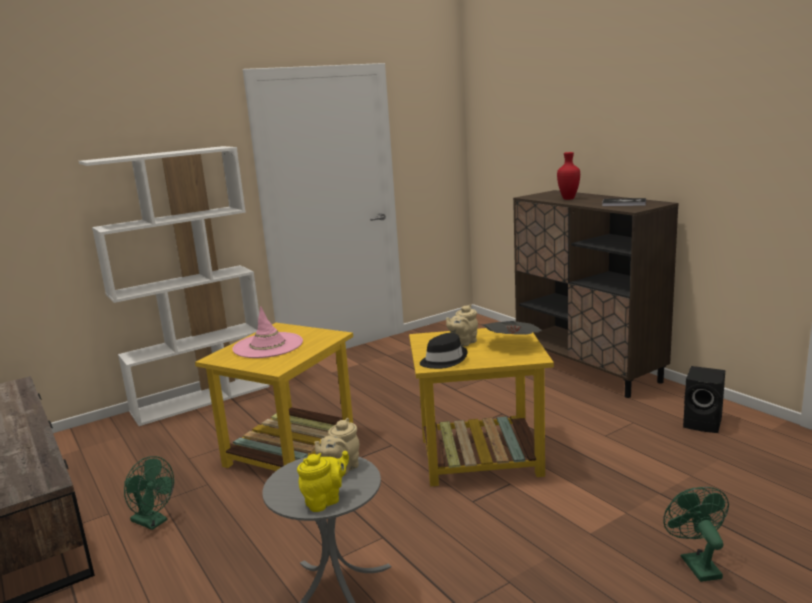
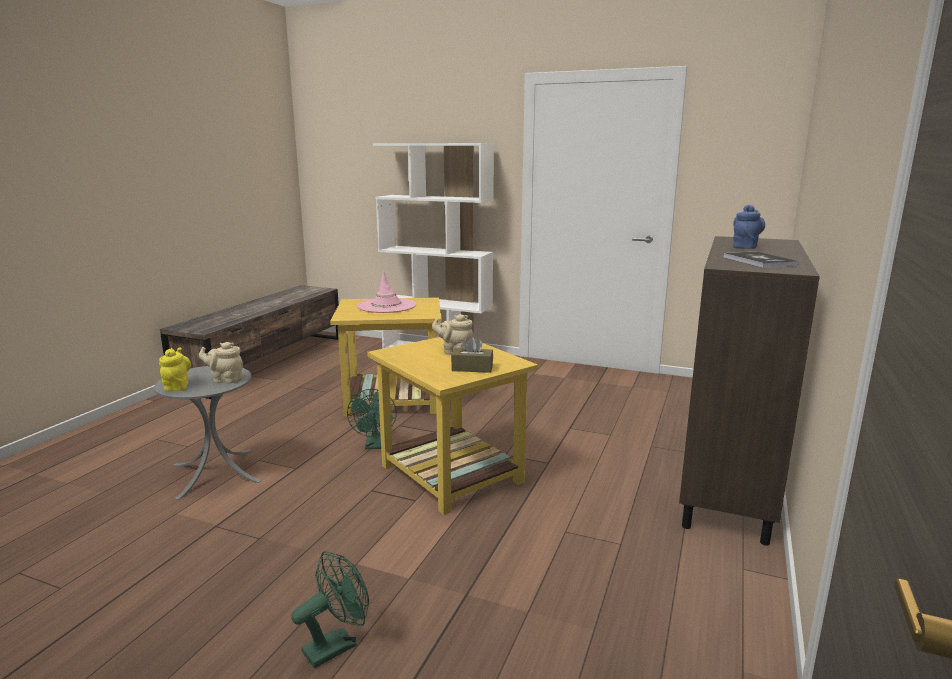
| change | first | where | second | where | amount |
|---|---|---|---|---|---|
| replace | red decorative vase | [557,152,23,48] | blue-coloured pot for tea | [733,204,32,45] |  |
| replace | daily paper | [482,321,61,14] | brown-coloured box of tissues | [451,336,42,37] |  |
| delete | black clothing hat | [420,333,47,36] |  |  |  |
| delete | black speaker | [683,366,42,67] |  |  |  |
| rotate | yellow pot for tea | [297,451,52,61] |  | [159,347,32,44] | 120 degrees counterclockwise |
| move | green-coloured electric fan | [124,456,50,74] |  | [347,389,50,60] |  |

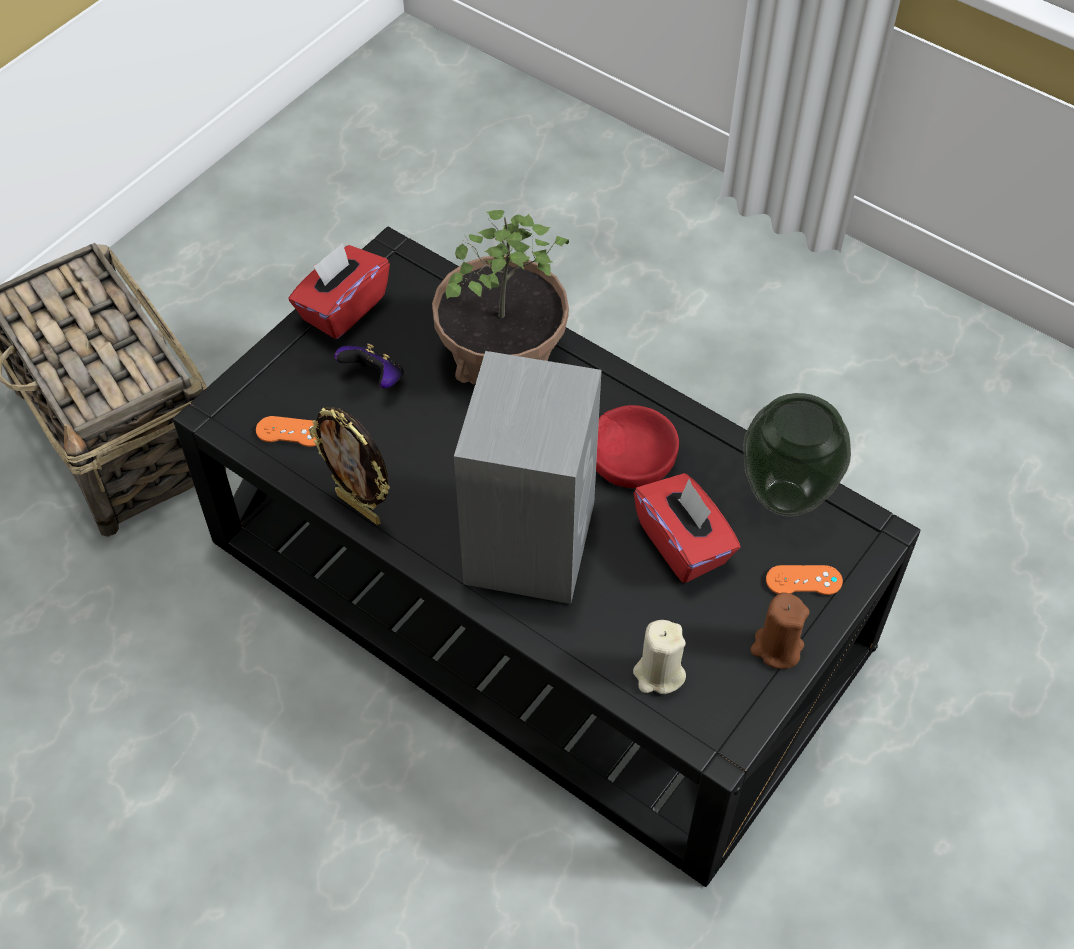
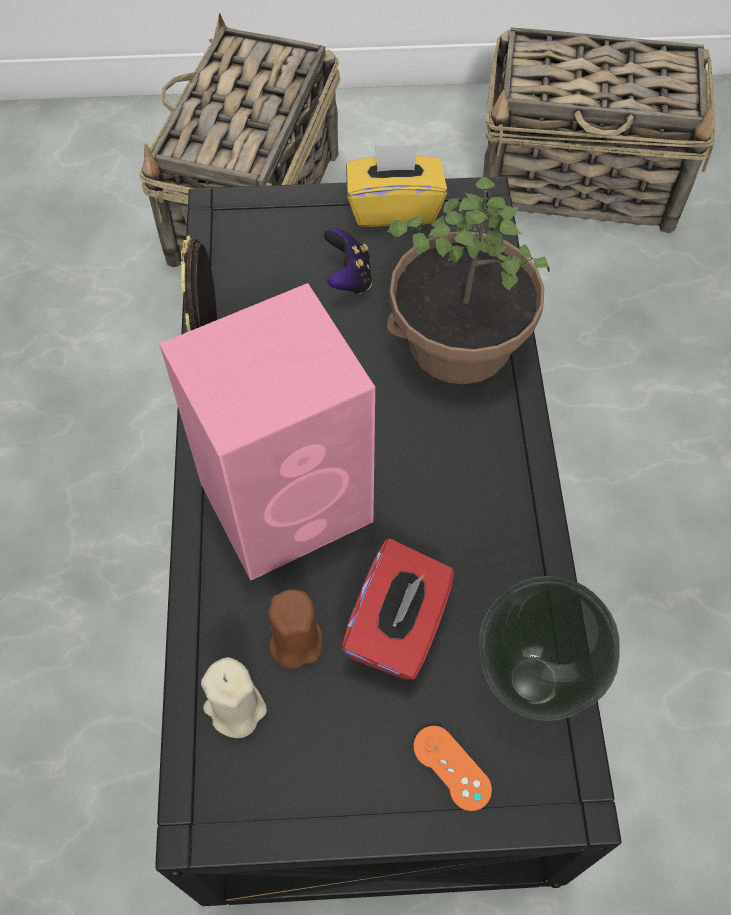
| change | first | where | second | where | amount |
|---|---|---|---|---|---|
| recolor | red box of tissues | [288,243,102,96] | yellow box of tissues | [346,144,101,83] |  |
| recolor | grey speaker | [454,351,147,253] | pinkish speaker | [159,283,216,298] |  |
| delete | red serving bowl | [596,405,83,83] |  |  |  |
| delete | orange-coloured joypad | [256,416,61,31] |  |  |  |
| move | brown-coloured wax candle | [751,592,58,77] |  | [268,589,54,80] |  |
| insert |  |  | storage basket | [483,27,233,207] |  |

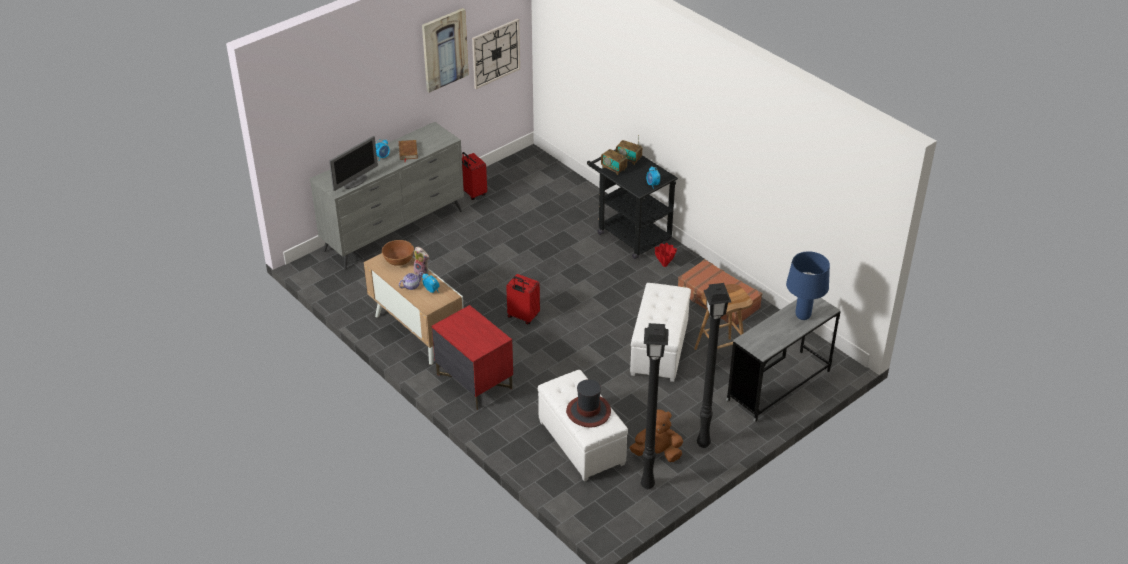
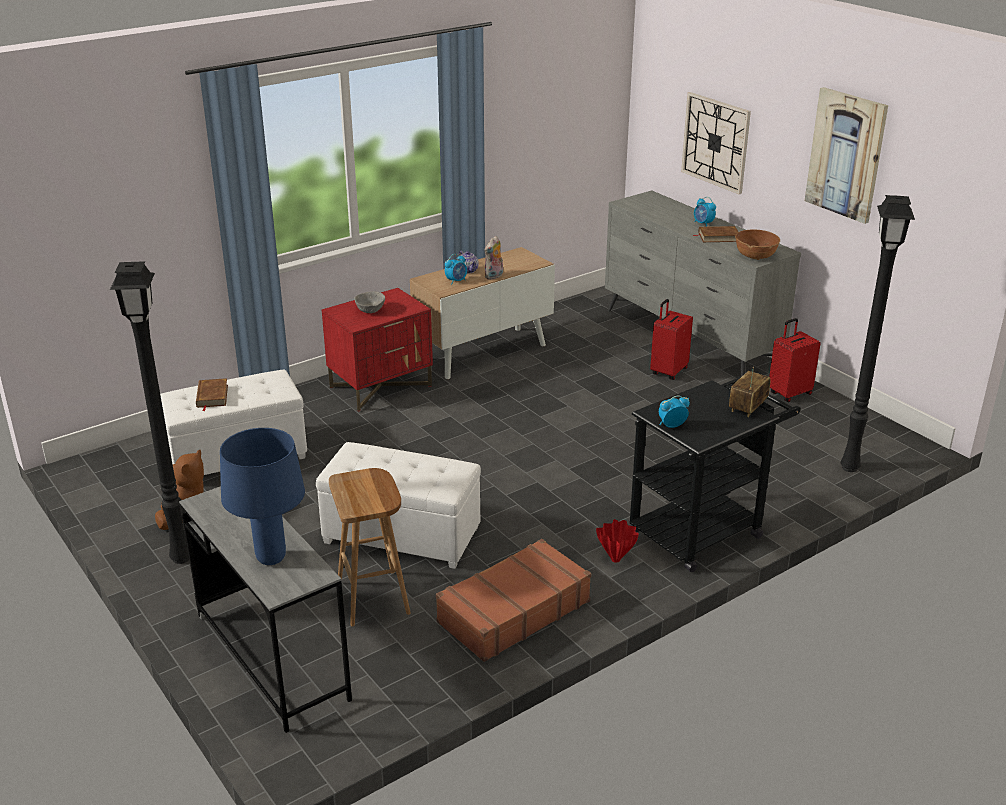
| change | first | where | second | where | amount |
|---|---|---|---|---|---|
| move | clock on the wall | [472,19,48,70] |  | [681,92,70,102] |  |
| delete | computer display | [329,136,49,55] |  |  |  |
| delete | radio | [601,149,26,26] |  |  |  |
| move | brown-coloured serving bowl | [382,240,32,26] |  | [735,229,45,31] |  |
| move | red suitcase | [506,274,34,50] |  | [650,299,43,81] |  |
| move | black floor lamp | [640,323,29,166] |  | [840,195,75,277] |  |
| replace | clothing hat | [566,379,45,48] | brown-coloured book | [196,378,32,33] |  |
| insert |  |  | grey serving bowl | [354,291,31,22] |  |

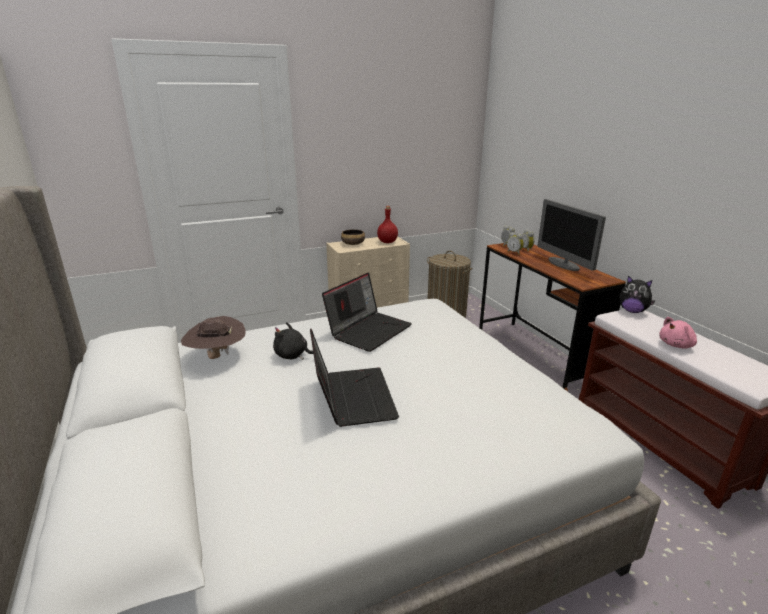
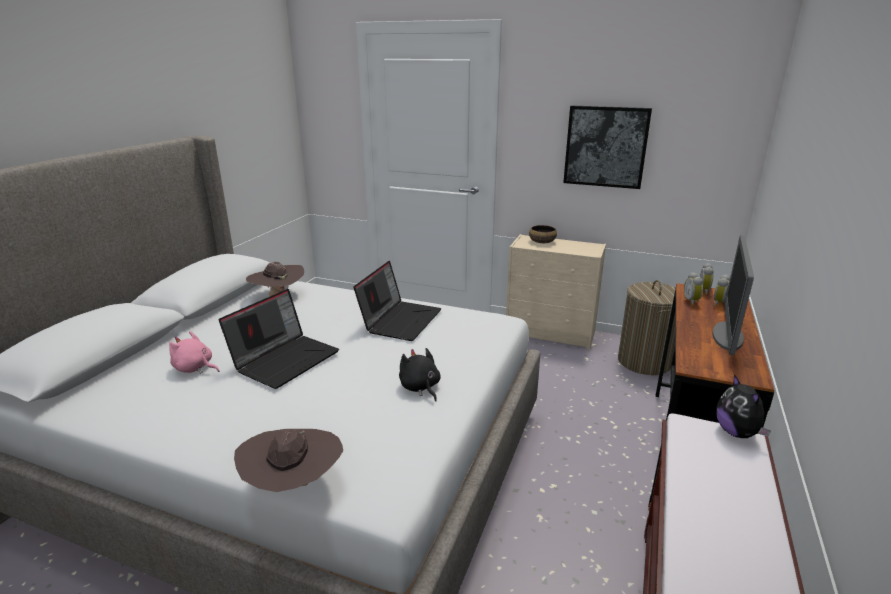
| change | first | where | second | where | amount |
|---|---|---|---|---|---|
| delete | red bottle | [377,206,21,37] |  |  |  |
| rotate | notebook computer | [322,272,90,80] |  | [353,261,89,80] | 60 degrees counterclockwise |
| move | pinkish plush toy | [659,317,38,31] |  | [169,331,50,43] |  |
| move | black plush toy | [273,322,40,38] |  | [399,348,42,54] |  |
| insert |  |  | picture | [563,105,89,84] |  |
| insert |  |  | brown-coloured clothing hat | [234,429,109,63] |  |

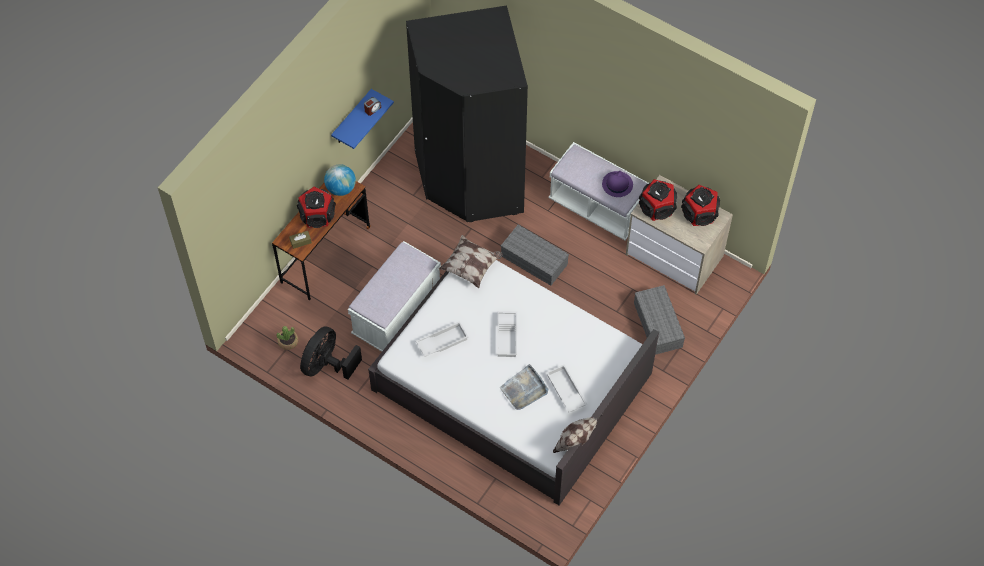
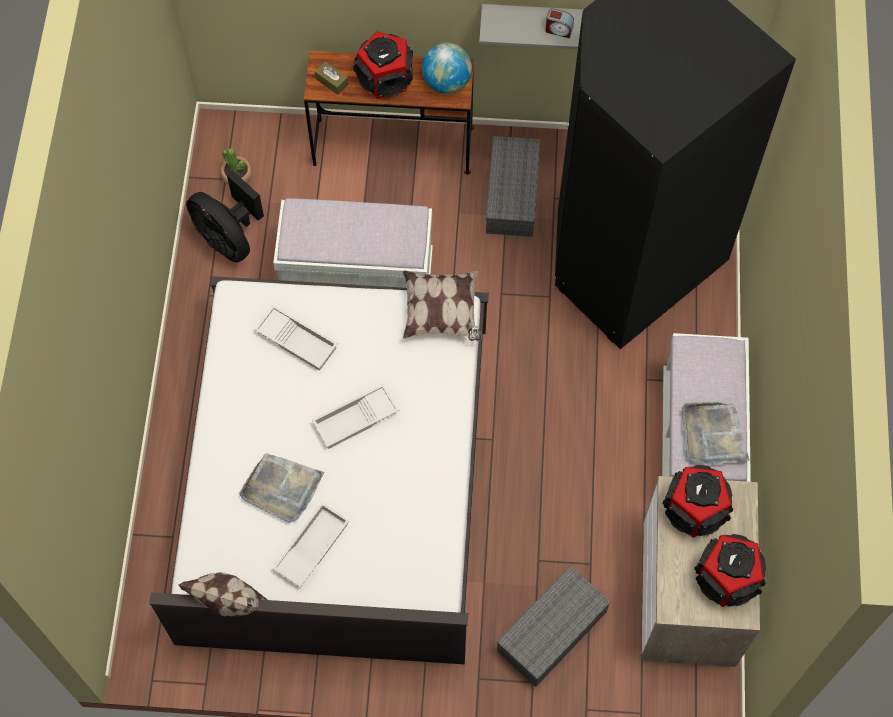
| change | first | where | second | where | amount |
|---|---|---|---|---|---|
| recolor | blue-coloured shelf | [331,89,63,60] | grey shelf | [479,4,105,45] |  |
| replace | purple-coloured clothing hat | [602,171,31,26] | grey carrying tray | [682,402,68,62] |  |
| move | grey storage box | [501,224,68,62] |  | [486,136,54,101] |  |
| rotate | black electric fan | [300,326,62,54] |  | [186,170,78,93] | 135 degrees counterclockwise |

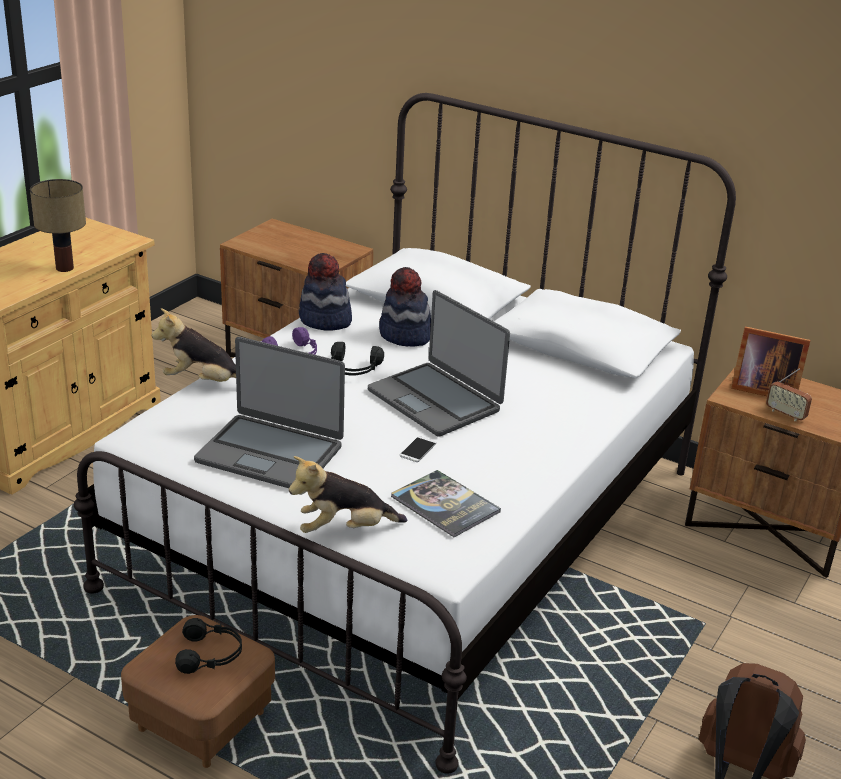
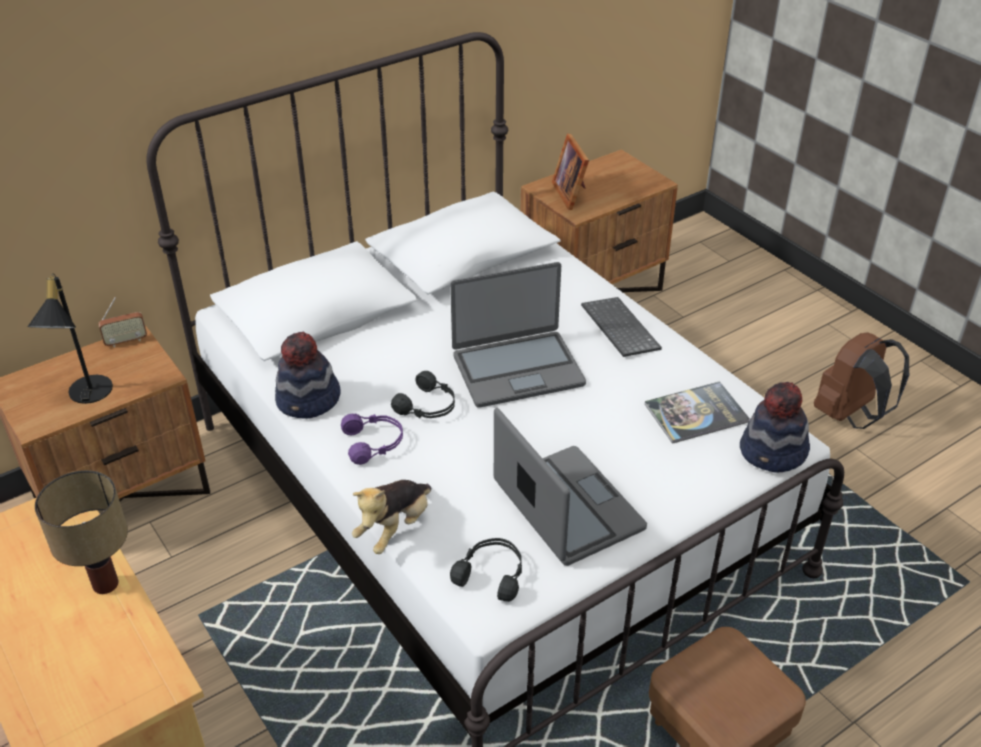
| change | first | where | second | where | amount |
|---|---|---|---|---|---|
| move | clothing hat | [379,267,52,80] |  | [740,382,70,91] |  |
| rotate | photo frame | [731,326,79,70] |  | [552,133,37,77] | 120 degrees clockwise |
| rotate | notebook computer | [194,337,151,151] |  | [494,408,153,158] | 75 degrees counterclockwise |
| move | radio | [766,368,46,53] |  | [98,297,49,50] |  |
| delete | phone | [400,436,37,26] |  |  |  |
| delete | plush toy | [289,456,118,77] |  |  |  |
| move | black headset | [175,618,67,56] |  | [450,538,72,64] |  |
| insert |  |  | black lamp for a table | [27,273,86,131] |  |
| insert |  |  | PC keyboard | [581,297,81,60] |  |

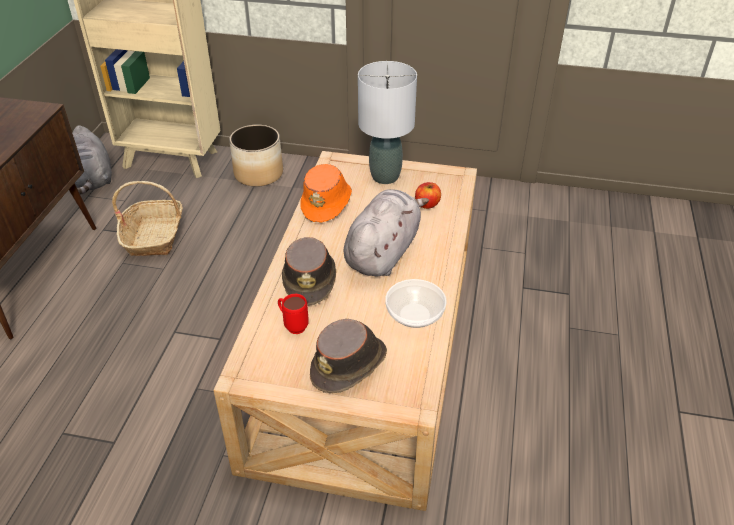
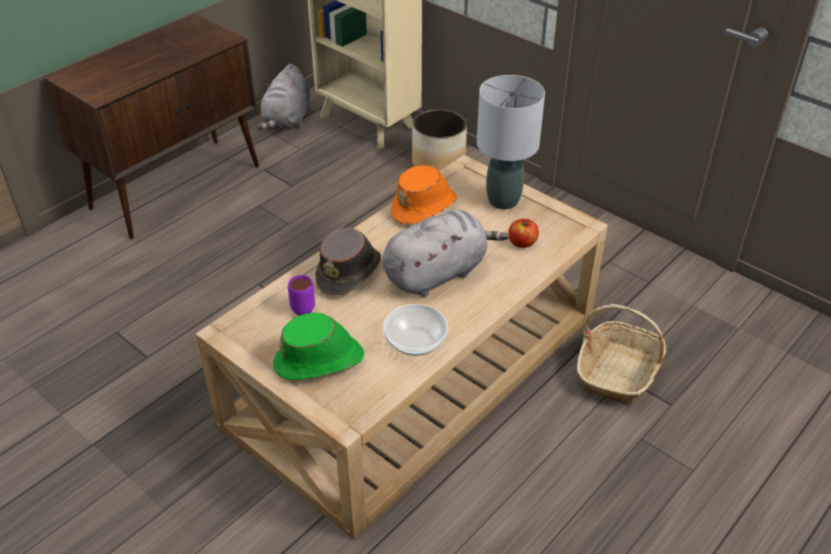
| change | first | where | second | where | amount |
|---|---|---|---|---|---|
| move | storage basket | [112,181,71,75] |  | [577,304,89,102] |  |
| recolor | red mug | [278,294,31,40] | purple-coloured mug | [288,275,27,41] |  |
| recolor | brown-coloured clothing hat | [310,319,77,74] | green-coloured clothing hat | [273,313,91,67] |  |

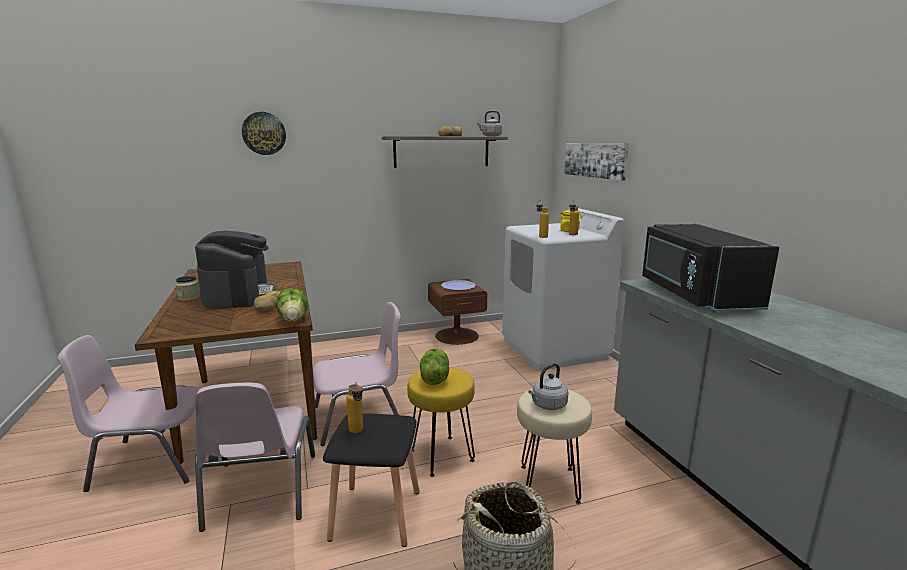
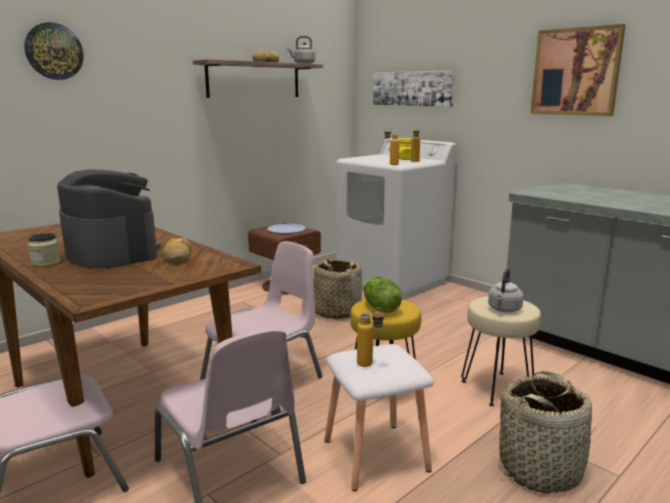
| change | first | where | second | where | amount |
|---|---|---|---|---|---|
| delete | black microwave oven | [642,224,137,88] |  |  |  |
| delete | head of lettuce | [277,288,31,33] |  |  |  |
| recolor | black stool seat | [323,413,96,134] | white stool seat | [325,344,109,147] |  |
| insert |  |  | picture | [530,24,96,92] |  |
| insert |  |  | storage basket | [313,257,49,62] |  |

